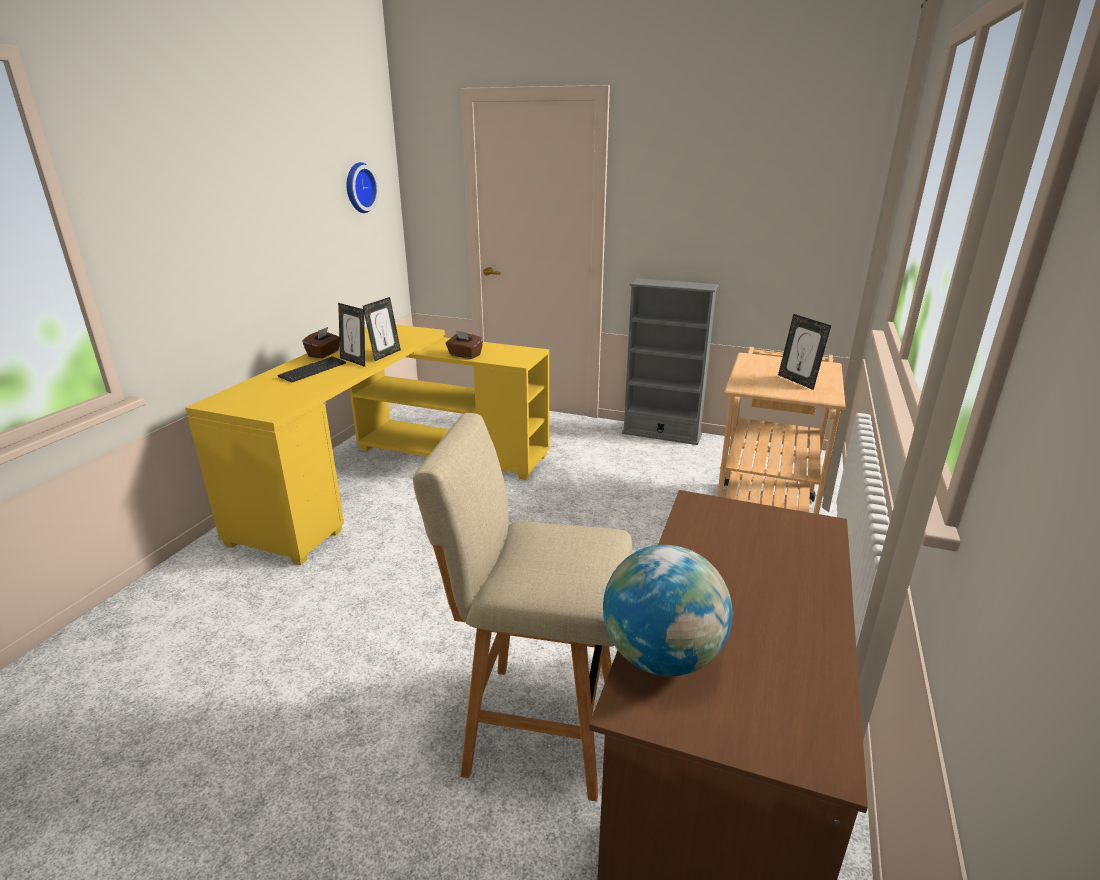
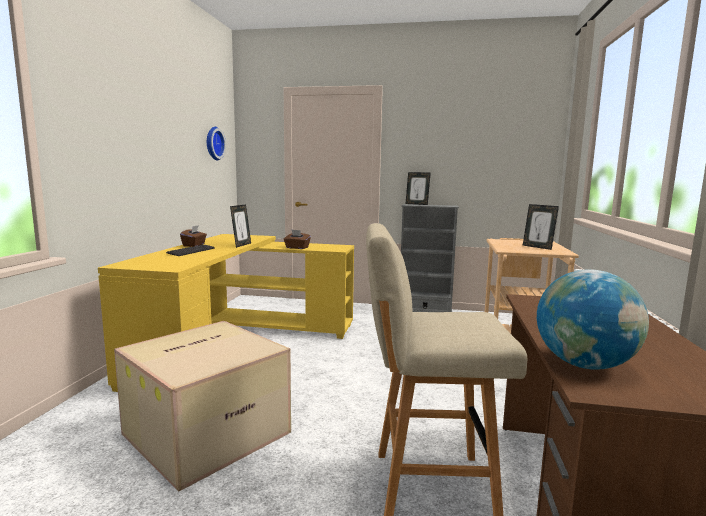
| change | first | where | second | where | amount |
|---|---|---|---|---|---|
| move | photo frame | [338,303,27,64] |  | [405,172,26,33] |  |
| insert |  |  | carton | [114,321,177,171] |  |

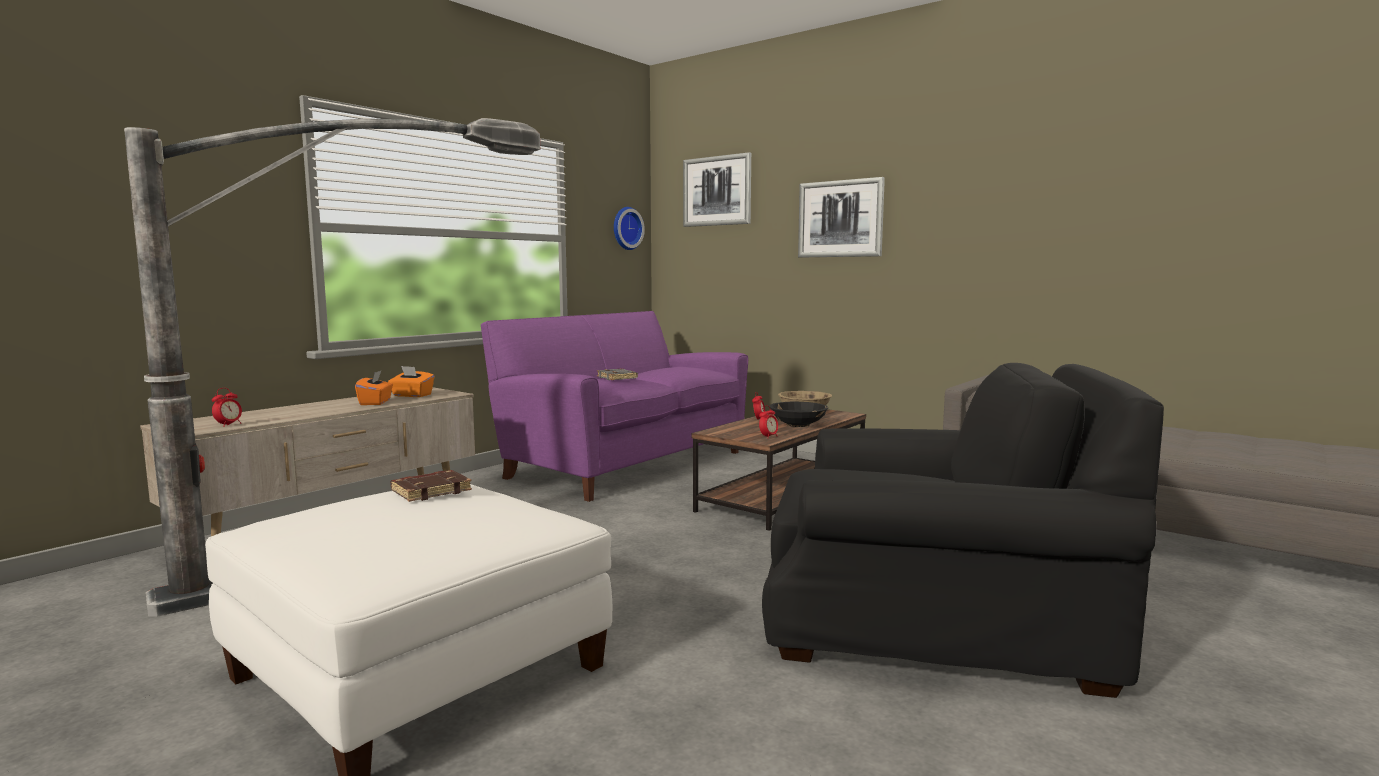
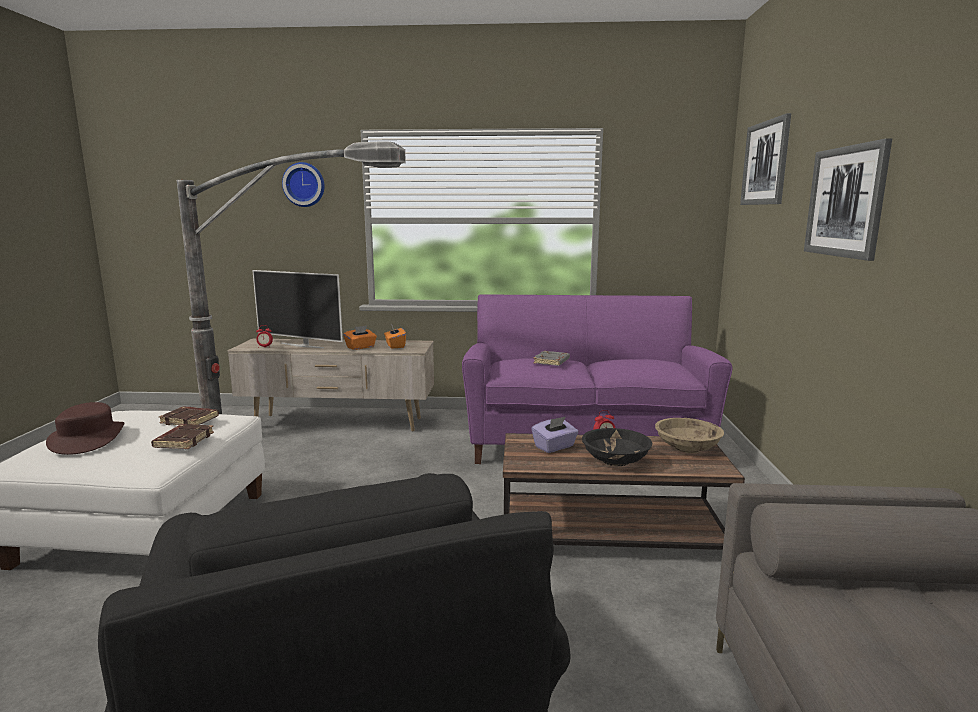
| change | first | where | second | where | amount |
|---|---|---|---|---|---|
| move | clock on the wall | [614,207,31,43] |  | [282,162,43,45] |  |
| delete | bedside clock | [759,406,19,33] |  |  |  |
| insert |  |  | TV | [252,270,91,78] |  |
| insert |  |  | brown-coloured clothing hat | [46,402,78,53] |  |
| insert |  |  | purple-coloured box of tissues | [532,416,46,37] |  |
| insert |  |  | brown-coloured book | [151,424,63,25] |  |

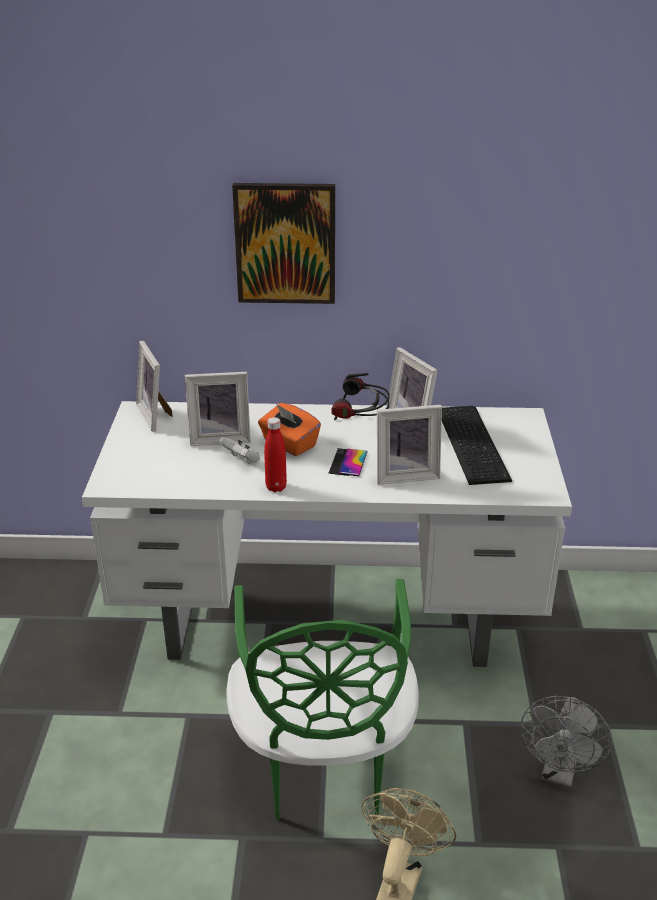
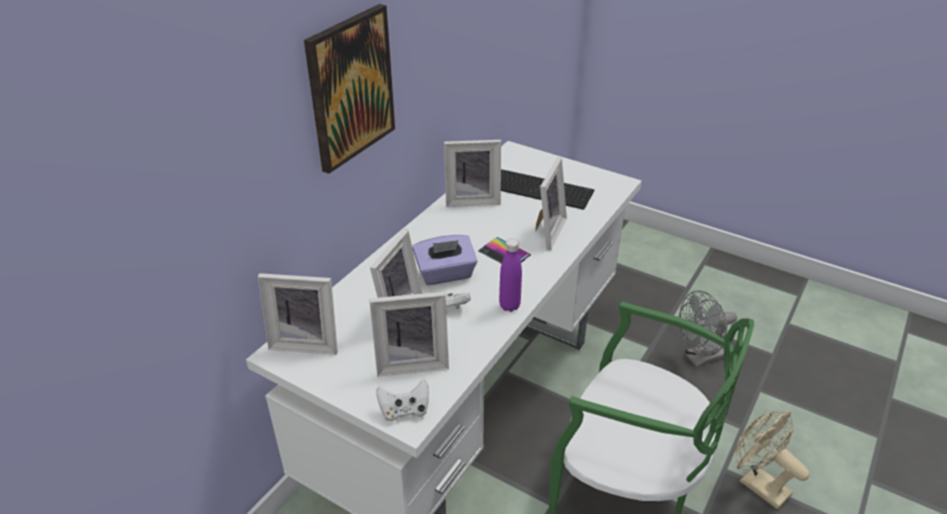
| change | first | where | second | where | amount |
|---|---|---|---|---|---|
| delete | headset | [331,373,59,48] |  |  |  |
| recolor | orange-coloured box of tissues | [258,403,63,53] | purple-coloured box of tissues | [412,235,66,50] |  |
| recolor | red bottle | [264,417,23,75] | purple-coloured bottle | [499,239,23,73] |  |
| rotate | grey electric fan | [520,696,92,92] |  | [679,291,58,76] | 105 degrees clockwise |
| insert |  |  | photo frame | [369,292,80,84] |  |
| insert |  |  | white joypad | [376,380,53,42] |  |

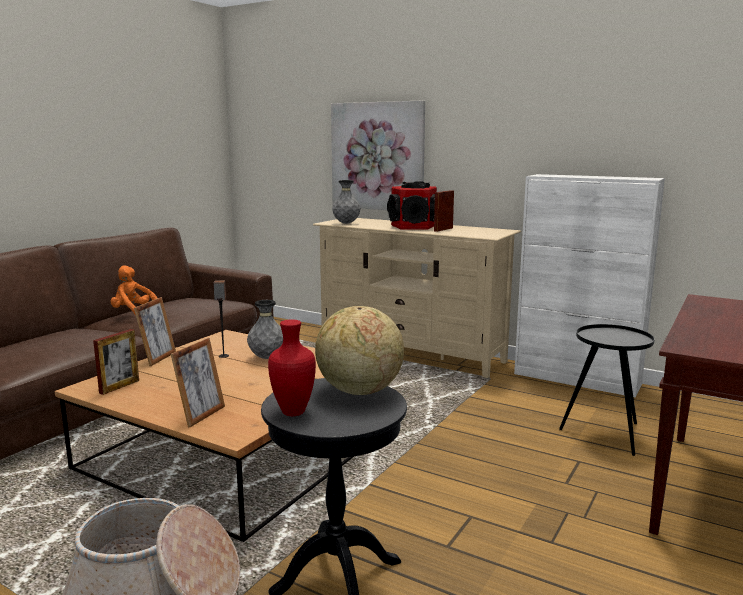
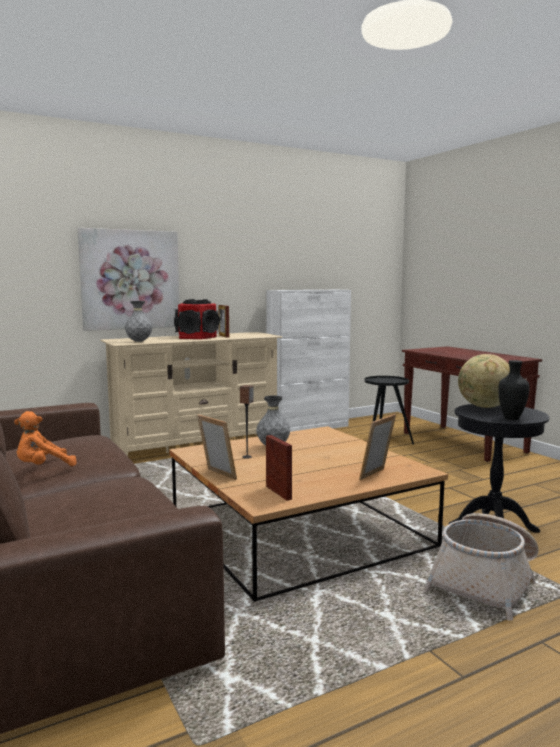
| change | first | where | second | where | amount |
|---|---|---|---|---|---|
| recolor | red decorative vase | [268,319,48,97] | black decorative vase | [498,360,32,60] |  |
| rotate | photo frame | [171,338,54,90] |  | [359,414,37,66] | 105 degrees counterclockwise |

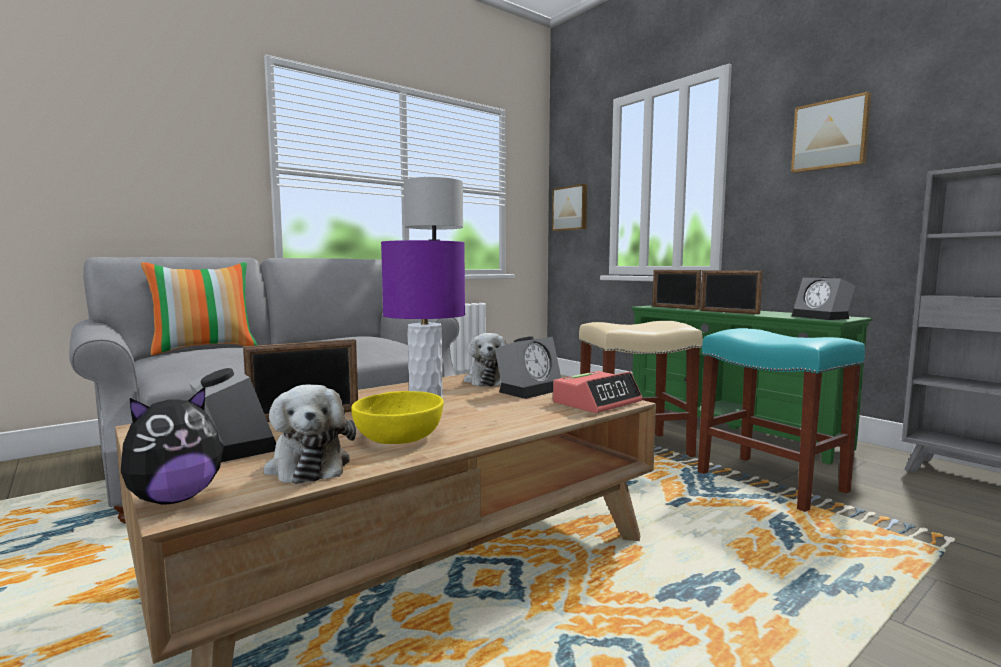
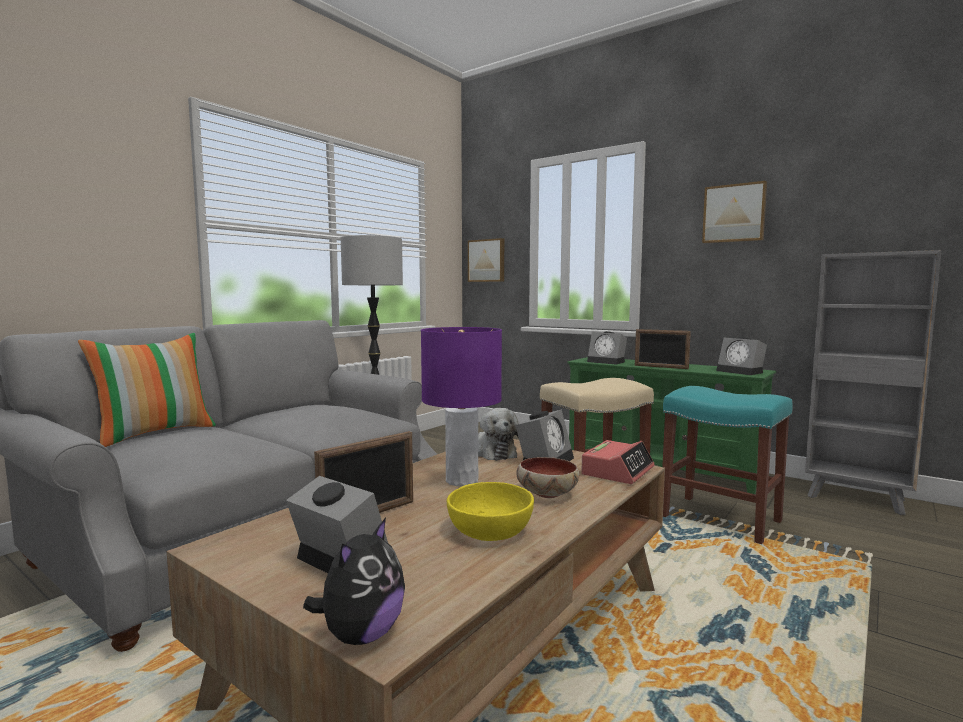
| change | first | where | second | where | amount |
|---|---|---|---|---|---|
| replace | photo frame | [652,270,49,40] | bedside clock | [587,331,40,33] |  |
| delete | plush toy | [263,384,93,100] |  |  |  |
| insert |  |  | serving bowl | [516,457,63,41] |  |

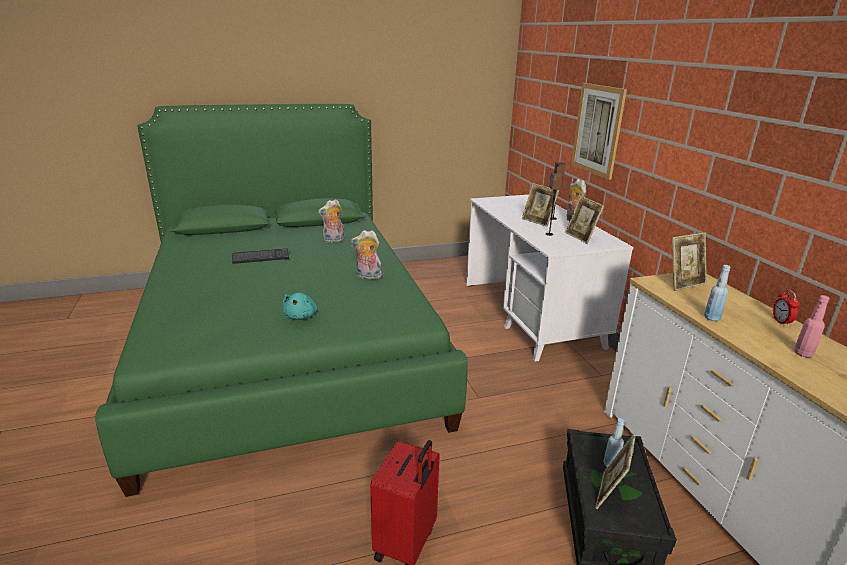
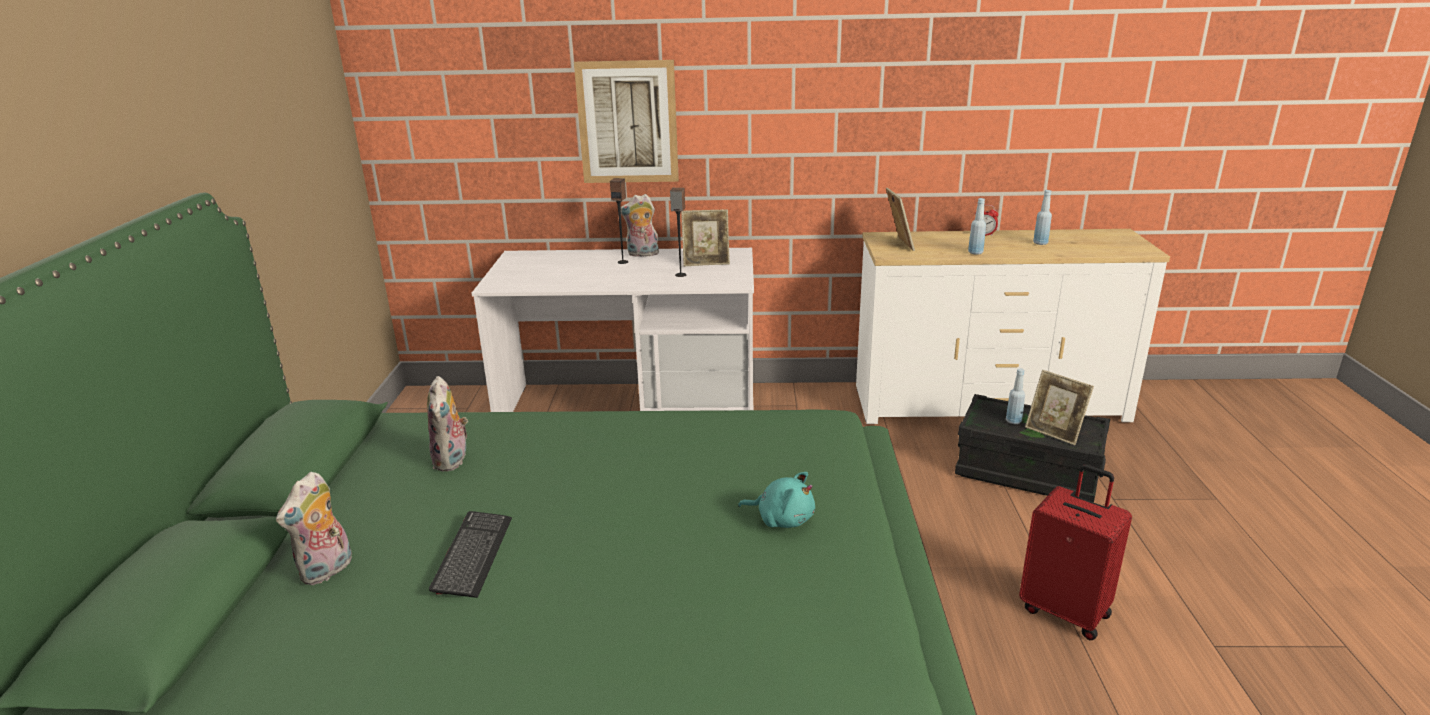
| change | first | where | second | where | amount |
|---|---|---|---|---|---|
| delete | photo frame | [522,183,37,44] |  |  |  |
| move | plush toy | [351,230,31,49] |  | [276,472,76,113] |  |
| recolor | pinkish bottle | [794,295,35,63] | blue-coloured bottle | [1033,190,19,55] |  |

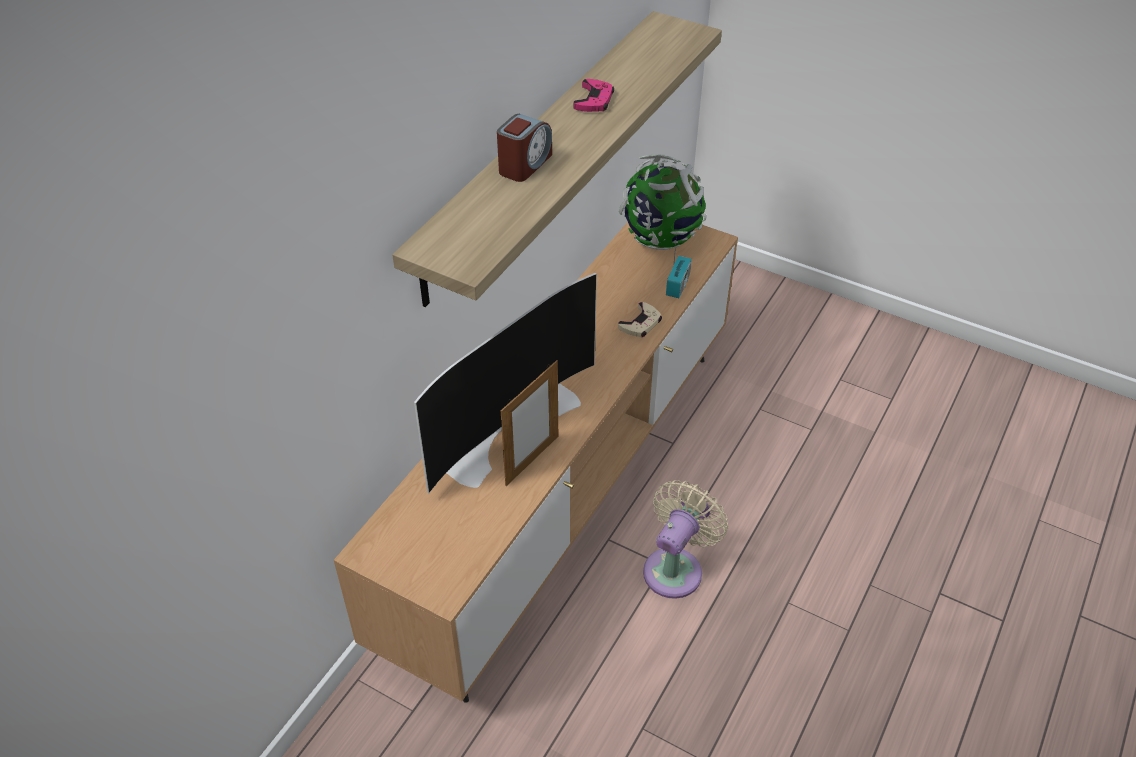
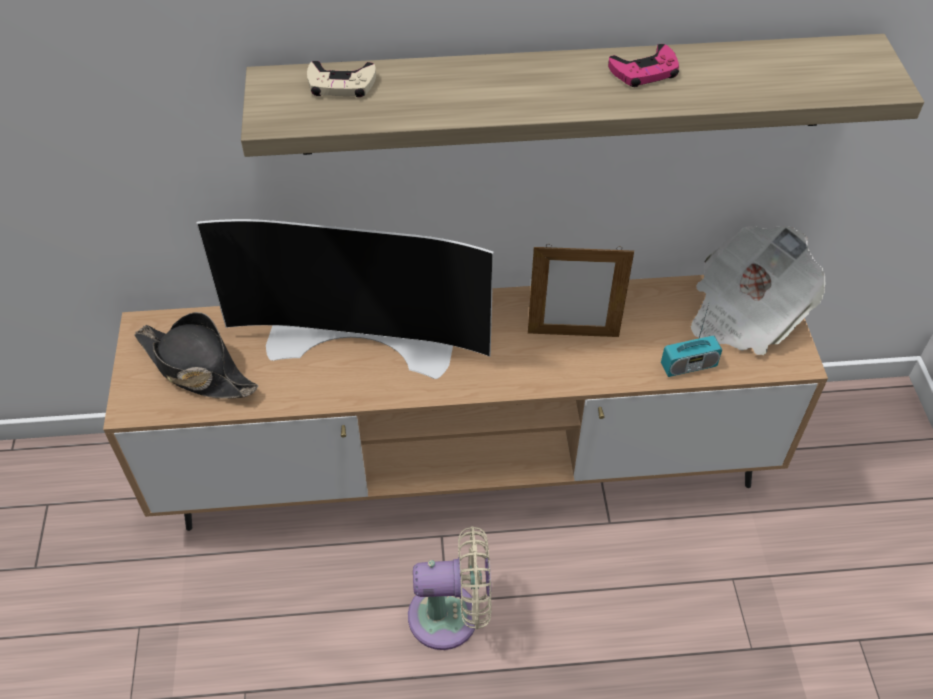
| change | first | where | second | where | amount |
|---|---|---|---|---|---|
| delete | bedside clock | [497,114,55,68] |  |  |  |
| replace | desk globe | [619,154,88,96] | daily paper | [691,226,135,129] |  |
| move | sand-coloured joypad | [618,302,44,35] |  | [307,61,69,36] |  |
| move | photo frame | [501,360,57,126] |  | [528,244,106,93] |  |
| insert |  |  | black clothing hat | [134,312,124,87] |  |

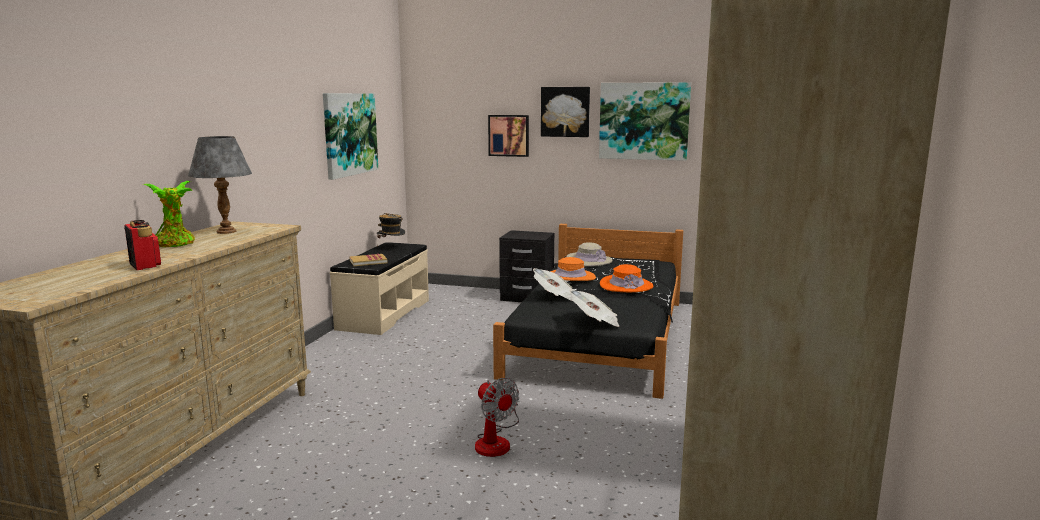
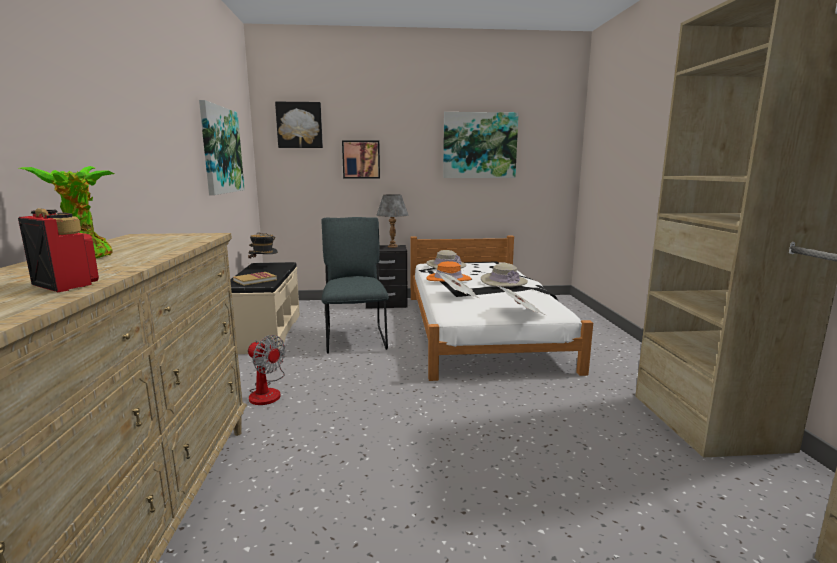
| change | first | where | second | where | amount |
|---|---|---|---|---|---|
| move | picture | [541,87,49,50] |  | [275,102,48,46] |  |
| move | grey lamp for a table | [188,136,64,98] |  | [376,194,32,54] |  |
| recolor | black bedroom bed | [493,224,190,175] | white bedroom bed | [410,235,183,146] |  |
| recolor | orange-coloured clothing hat | [600,264,53,28] | sand-coloured clothing hat | [481,263,47,24] |  |
| move | electric fan | [475,378,44,79] |  | [248,335,38,70] |  |
| insert |  |  | grey chair | [321,217,68,137] |  |

